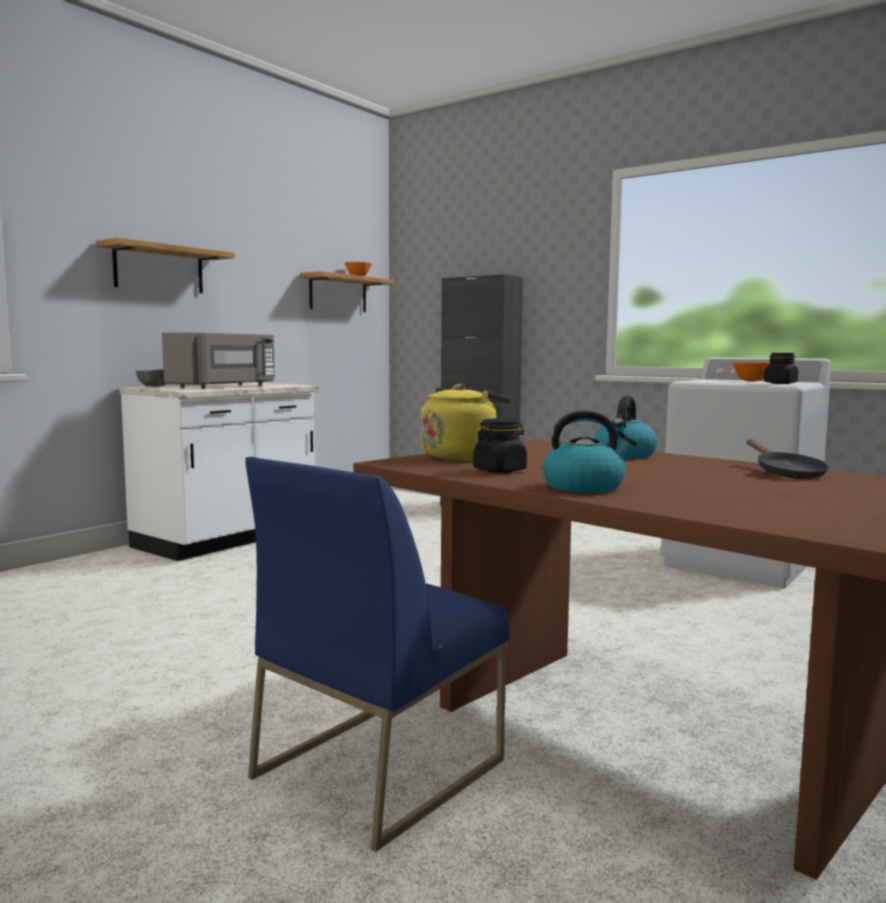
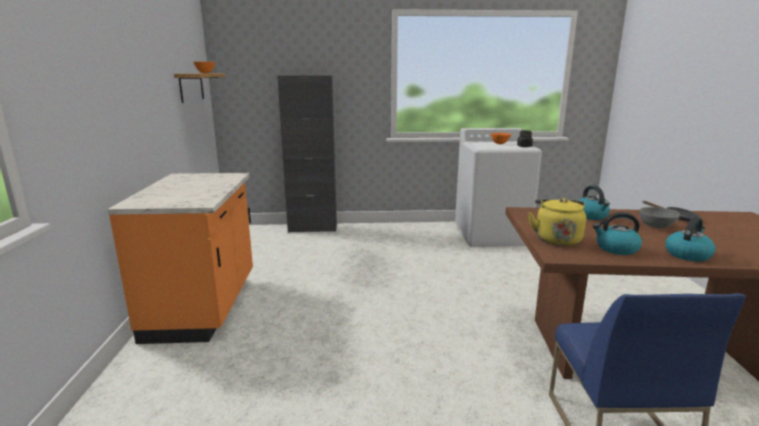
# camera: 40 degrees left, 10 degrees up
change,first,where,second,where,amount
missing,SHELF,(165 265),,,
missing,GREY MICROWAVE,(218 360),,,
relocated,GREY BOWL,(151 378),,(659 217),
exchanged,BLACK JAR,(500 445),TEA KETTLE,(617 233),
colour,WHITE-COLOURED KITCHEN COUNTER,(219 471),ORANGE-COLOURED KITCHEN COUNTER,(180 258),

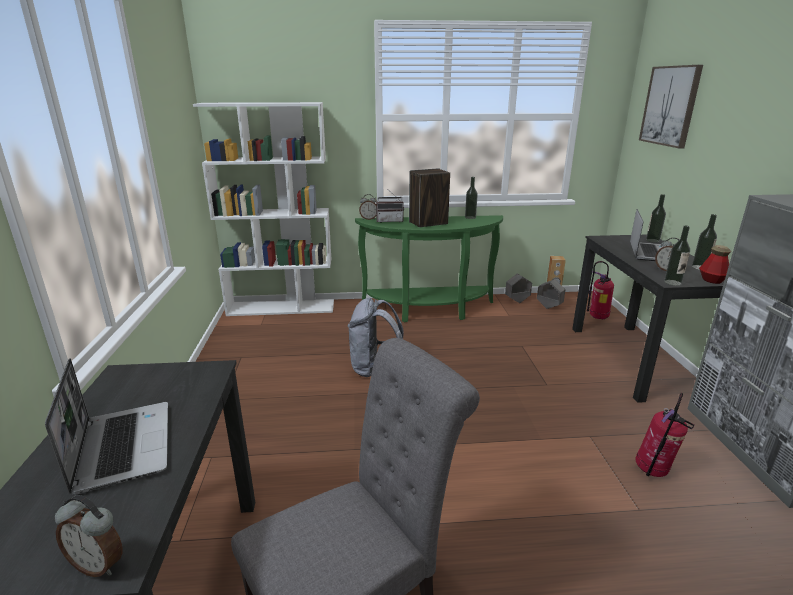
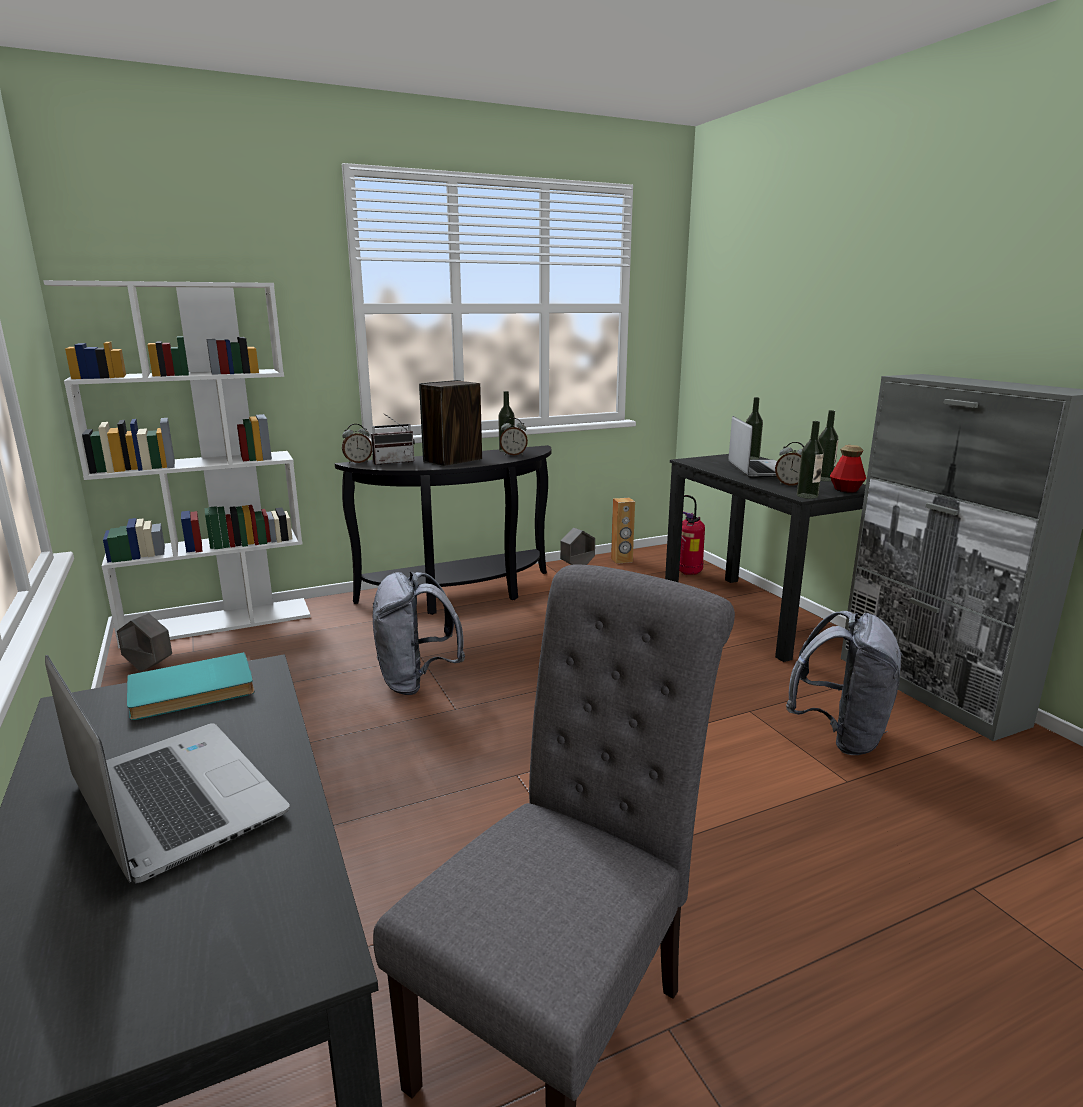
# camera: 20 degrees left, 5 degrees down
change,first,where,second,where,amount
missing,WALL PICTURE,(671 107),,,
appeared,,,BLUE-GREEN BOUND BOOK,(191 686),
relocated,BEDSIDE CLOCK,(89 536),,(514 436),
relocated,GREY PLANT POT,(551 294),,(144 642),
exchanged,FIRE EXTINGUISHER,(665 435),GREY BACKPACK,(844 683),
colour,GREEN HALL TABLE,(429 268),BLACK HALL TABLE,(443 530),

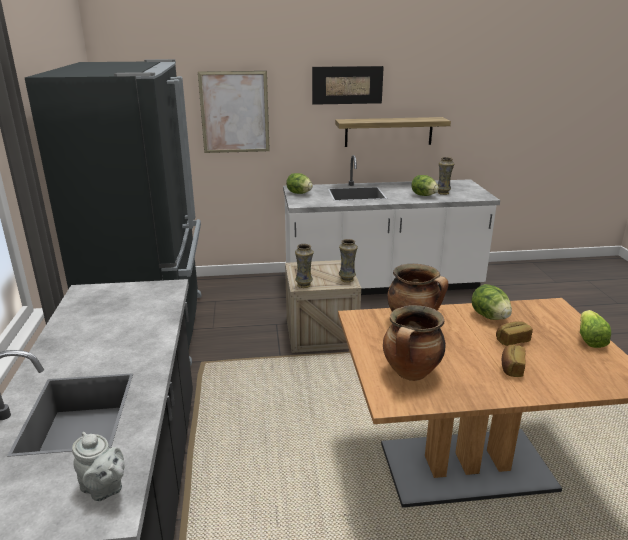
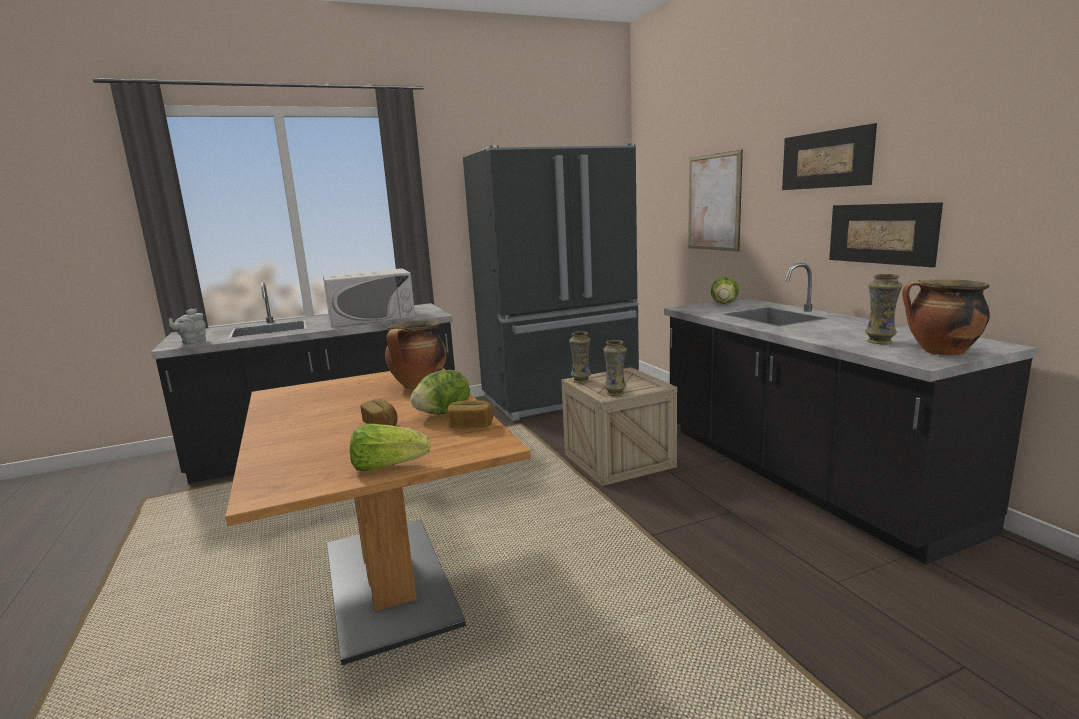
# camera: 75 degrees right, 10 degrees down
change,first,where,second,where,amount
missing,HEAD OF LETTUCE,(425 185),,,
appeared,,,WHITE-COLOURED MICROWAVE,(369 297),
relocated,SAUCEPOT,(414 343),,(946 317),
relocated,BAKED BREAD,(514 361),,(471 414),
exchanged,SHELF,(393 132),WALL PICTURE,(886 235),
colour,WHITE-COLOURED KITCHEN COUNTER,(391 225),BLACK KITCHEN COUNTER,(850 414),

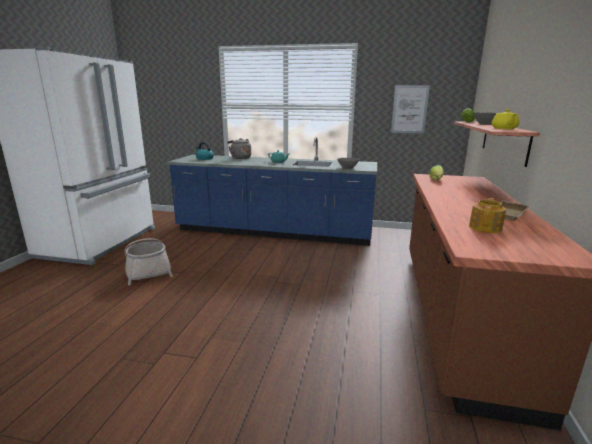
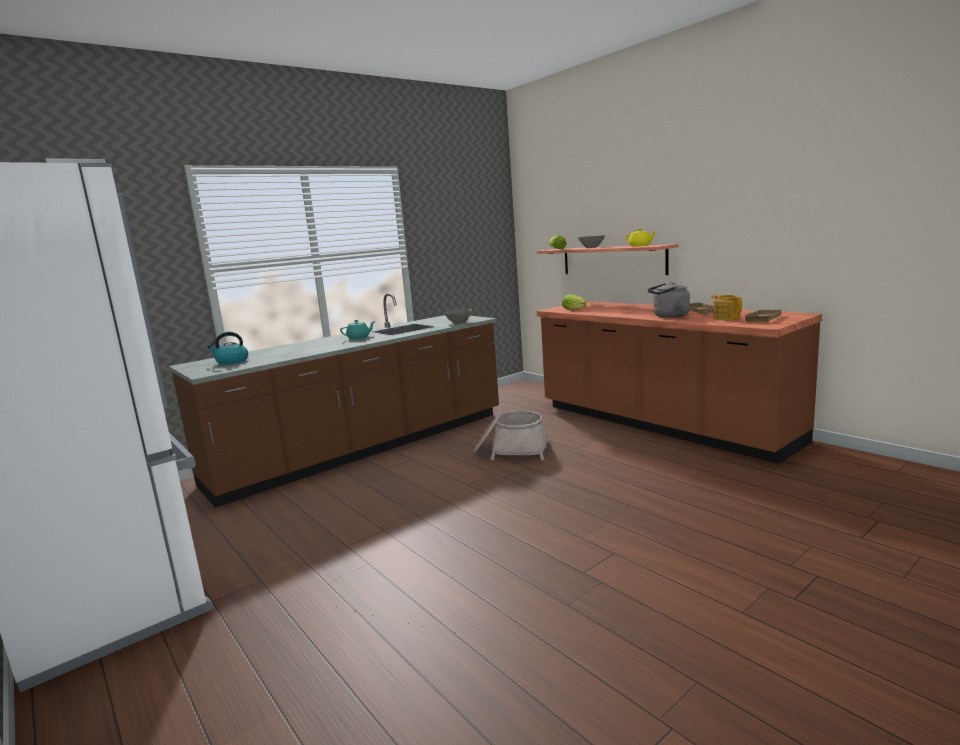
# camera: 50 degrees left, 5 degrees down
change,first,where,second,where,amount
missing,WALL PICTURE,(410 109),,,
appeared,,,BEIGE-COLOURED CARRYING TRAY,(763 316),
relocated,BASKET,(148 261),,(511 435),
relocated,GREY TEA KETTLE,(239 148),,(669 300),
colour,BLUE-COLOURED KITCHEN COUNTER,(272 191),BROWNISH KITCHEN COUNTER,(334 400),

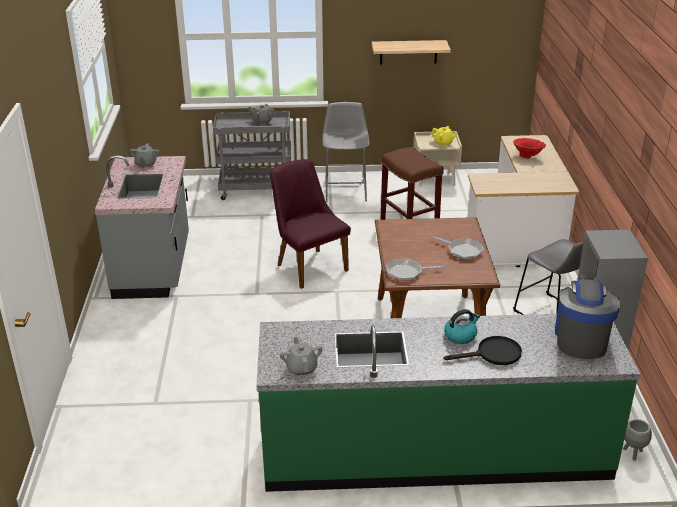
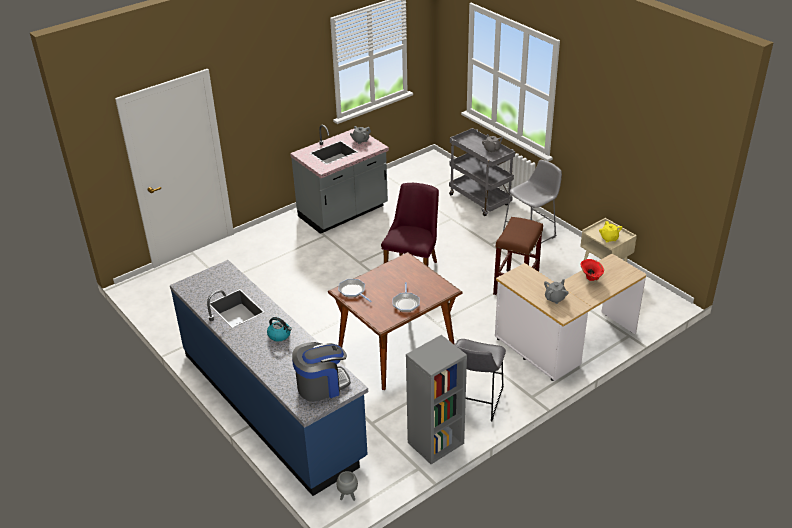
# camera: 55 degrees right, 5 degrees up
change,first,where,second,where,amount
missing,SHELF,(411 52),,,
missing,BLACK SKILLET,(483 350),,,
relocated,GREY TEAPOT,(301 356),,(556 291),
colour,GREEN KITCHEN COUNTER,(448 403),BLUE-COLOURED KITCHEN COUNTER,(269 378),

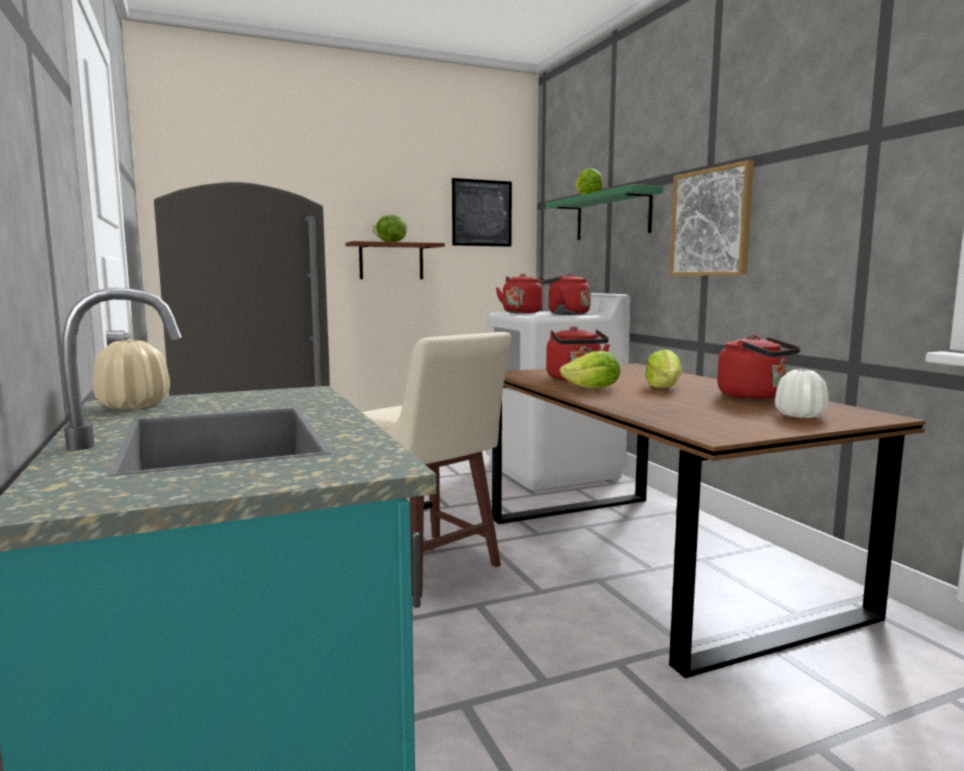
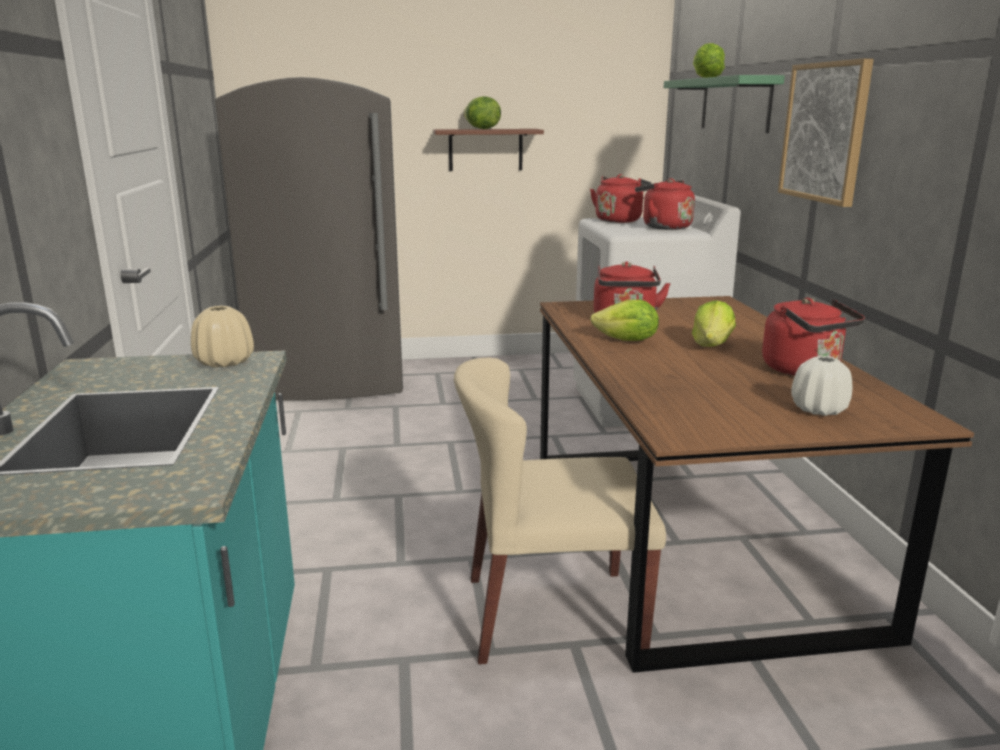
# camera: 15 degrees right, 10 degrees up
change,first,where,second,where,amount
missing,BEIGE-COLOURED STOOL,(436 464),,,
missing,WALL PICTURE,(482 212),,,
appeared,,,BEIGE-COLOURED UPRIGHT CHAIR,(560 510),
relocated,BEIGE-COLOURED FLOWER VASE,(131 374),,(222 336),

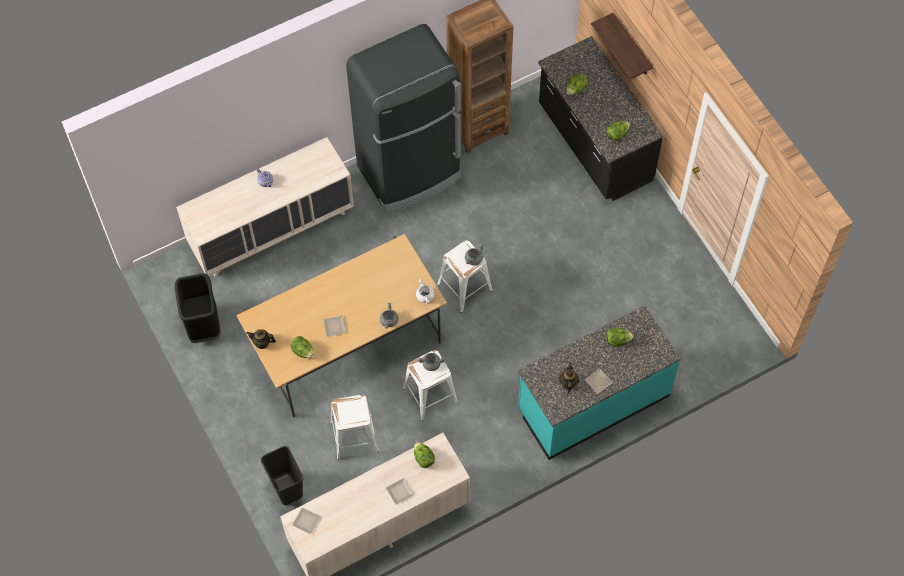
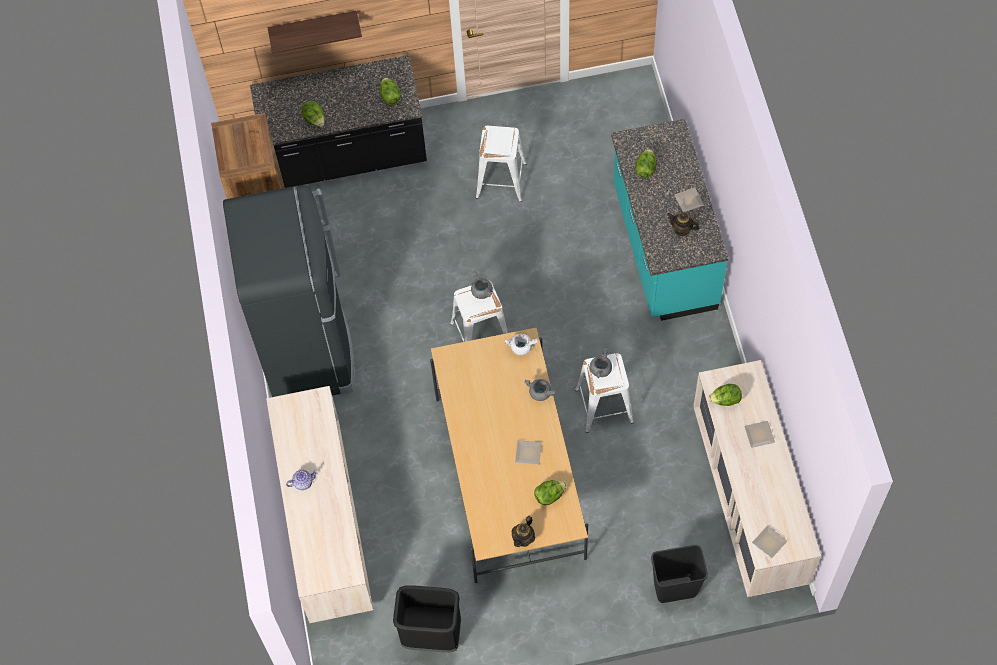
# camera: 70 degrees left, 0 degrees up
change,first,where,second,where,amount
relocated,WHITE-COLOURED STOOL,(355 427),,(501 164),

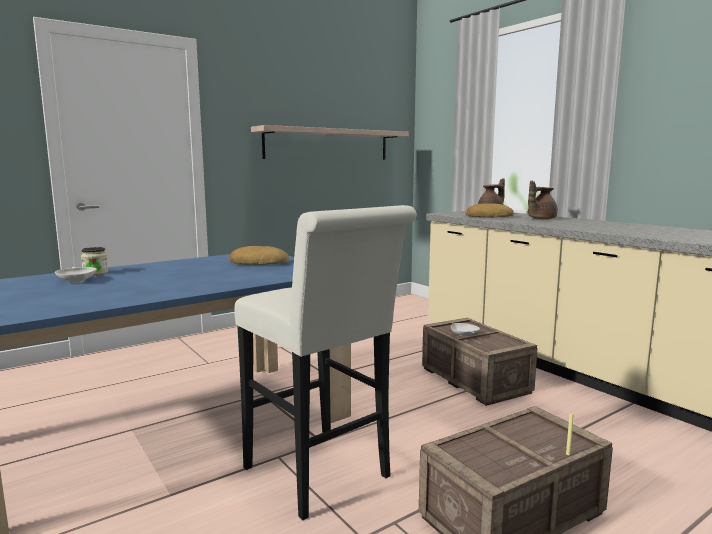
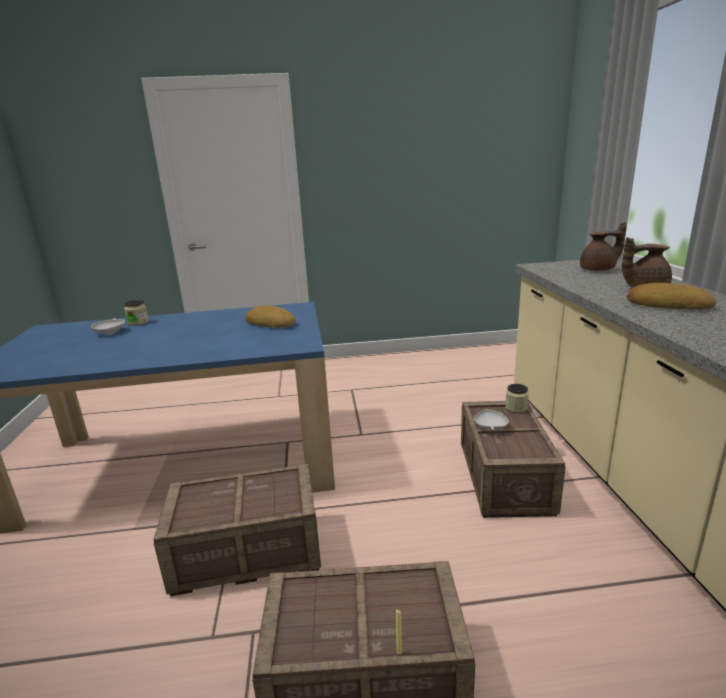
# camera: 30 degrees right, 10 degrees up
change,first,where,second,where,amount
missing,SHELF,(330 142),,,
appeared,,,JAR,(517 398),
relocated,BAKED BREAD,(489 211),,(671 296),
exchanged,WHITE-COLOURED STOOL,(325 362),CRATE,(237 530),

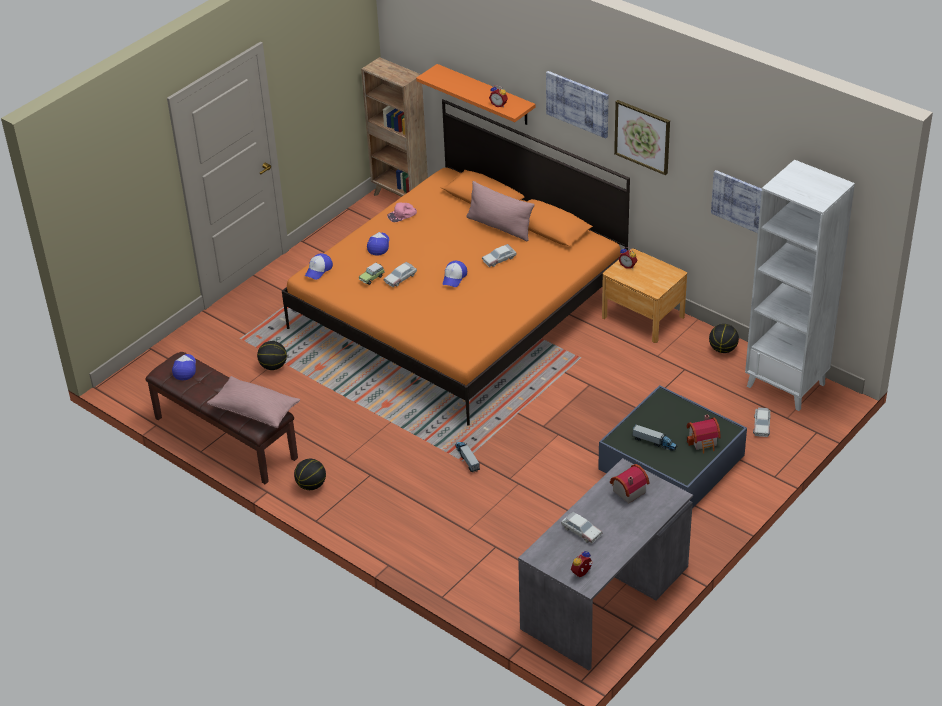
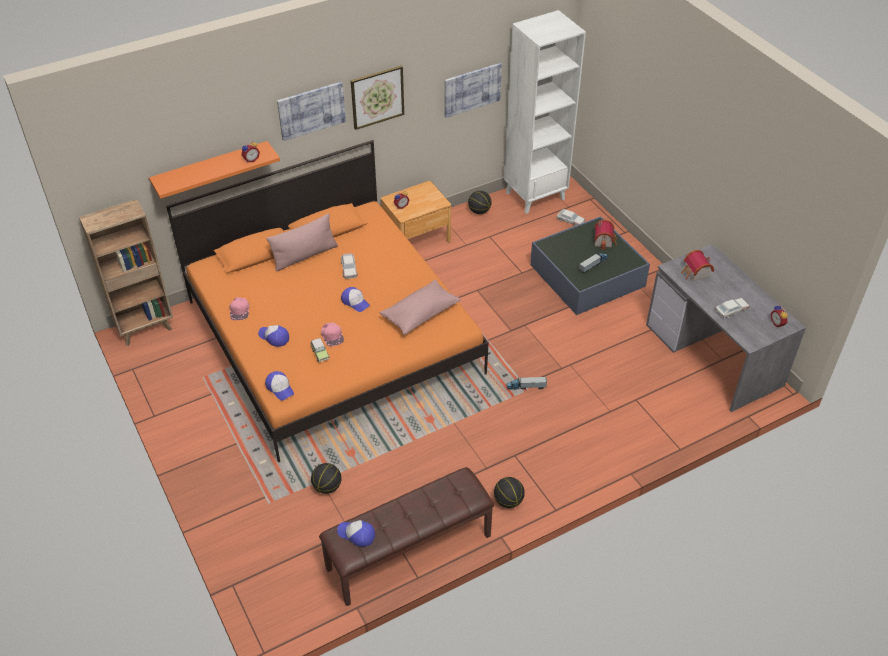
# camera: 70 degrees left, 5 degrees up
change,first,where,second,where,amount
relocated,PINKISH PILLOW,(253 402),,(420 307),
exchanged,MODEL CAR,(400 274),PINKISH CAP,(332 334),

